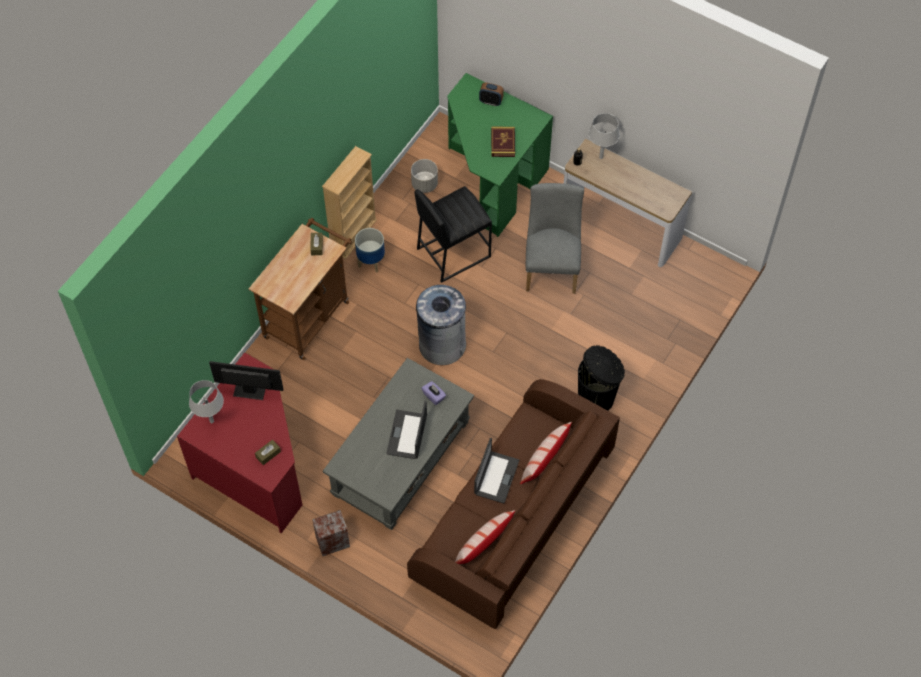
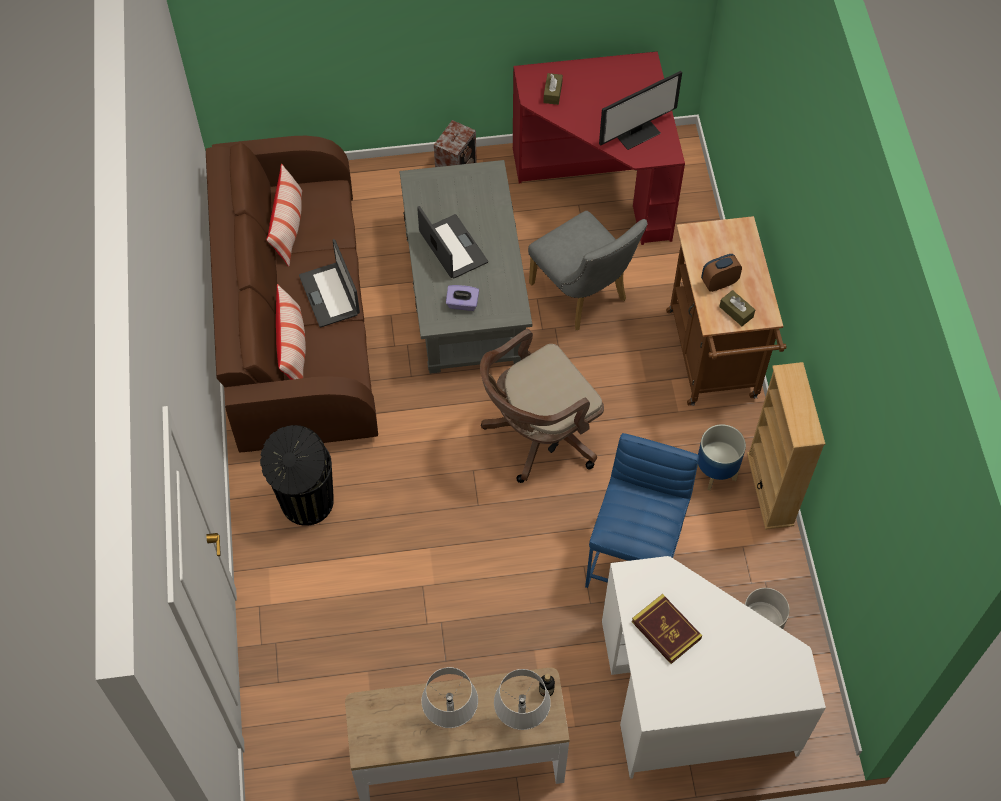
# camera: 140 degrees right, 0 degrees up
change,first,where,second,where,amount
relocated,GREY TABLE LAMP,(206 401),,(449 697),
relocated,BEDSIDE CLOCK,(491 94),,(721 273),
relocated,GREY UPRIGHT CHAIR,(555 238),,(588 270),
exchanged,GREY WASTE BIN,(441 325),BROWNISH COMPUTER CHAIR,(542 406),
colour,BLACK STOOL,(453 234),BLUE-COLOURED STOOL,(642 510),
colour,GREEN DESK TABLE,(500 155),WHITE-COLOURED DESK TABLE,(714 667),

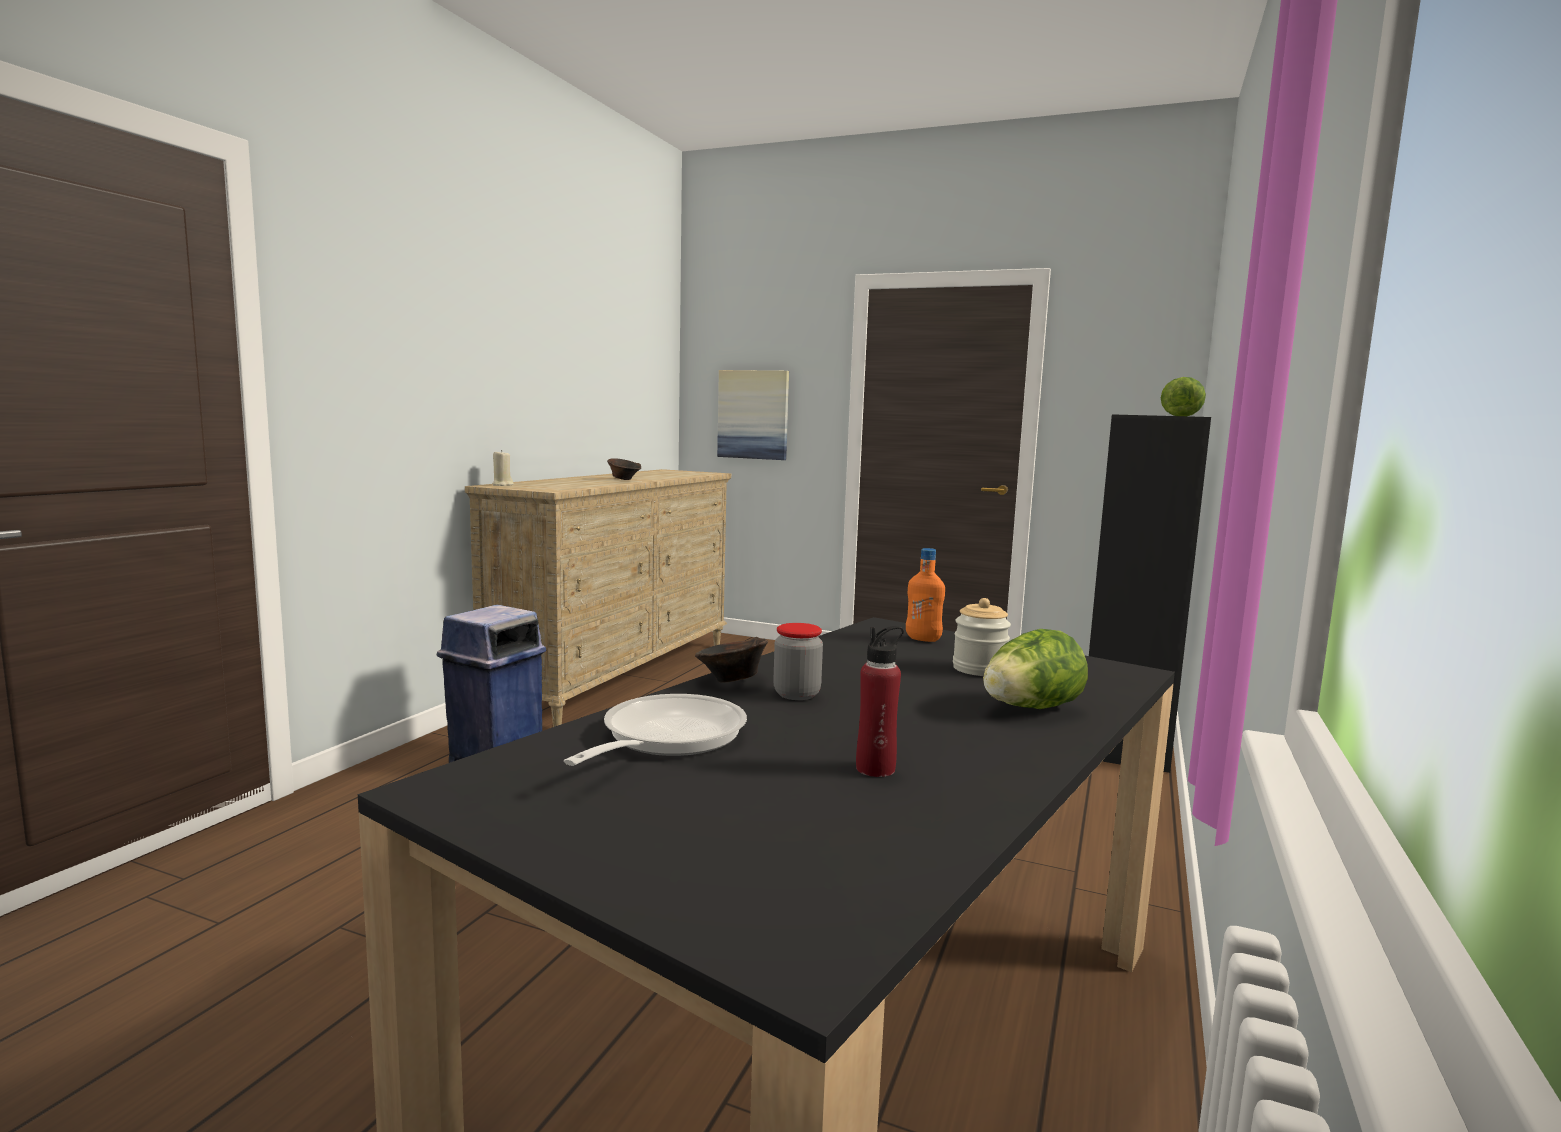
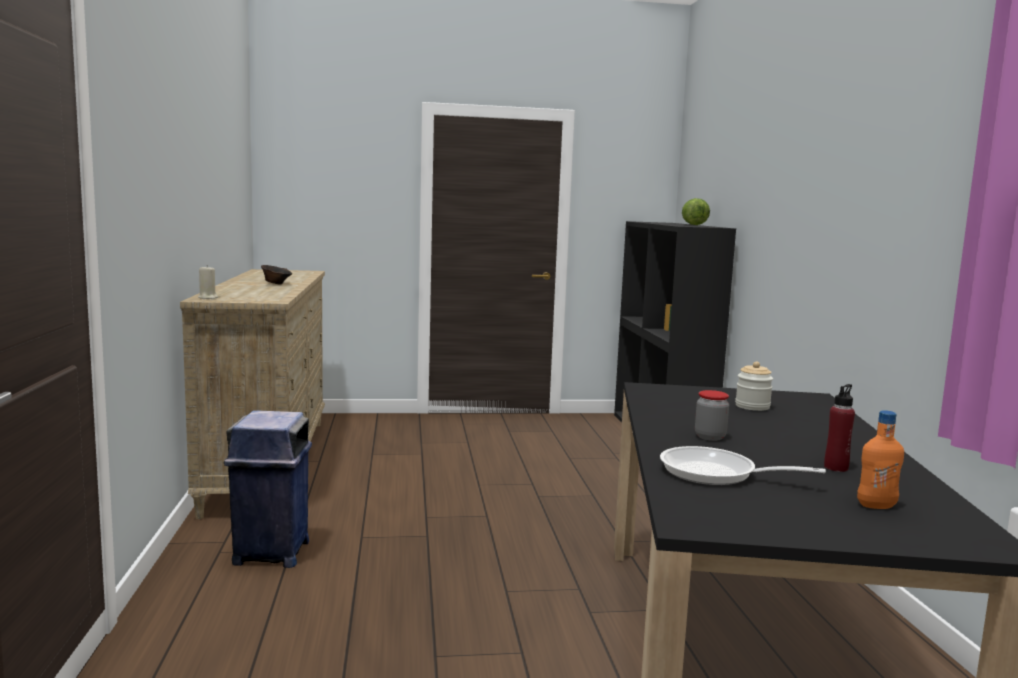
# camera: 30 degrees left, 0 degrees up
change,first,where,second,where,amount
missing,BROWNISH BOWL,(731 660),,,
missing,WALL PICTURE,(753 415),,,
missing,HEAD OF LETTUCE,(1035 669),,,
relocated,ORANGE-COLOURED BEVERAGE BOTTLE,(925 595),,(880 459),
spun,SKILLET,(655 730),,(743 465),60 degrees counterclockwise

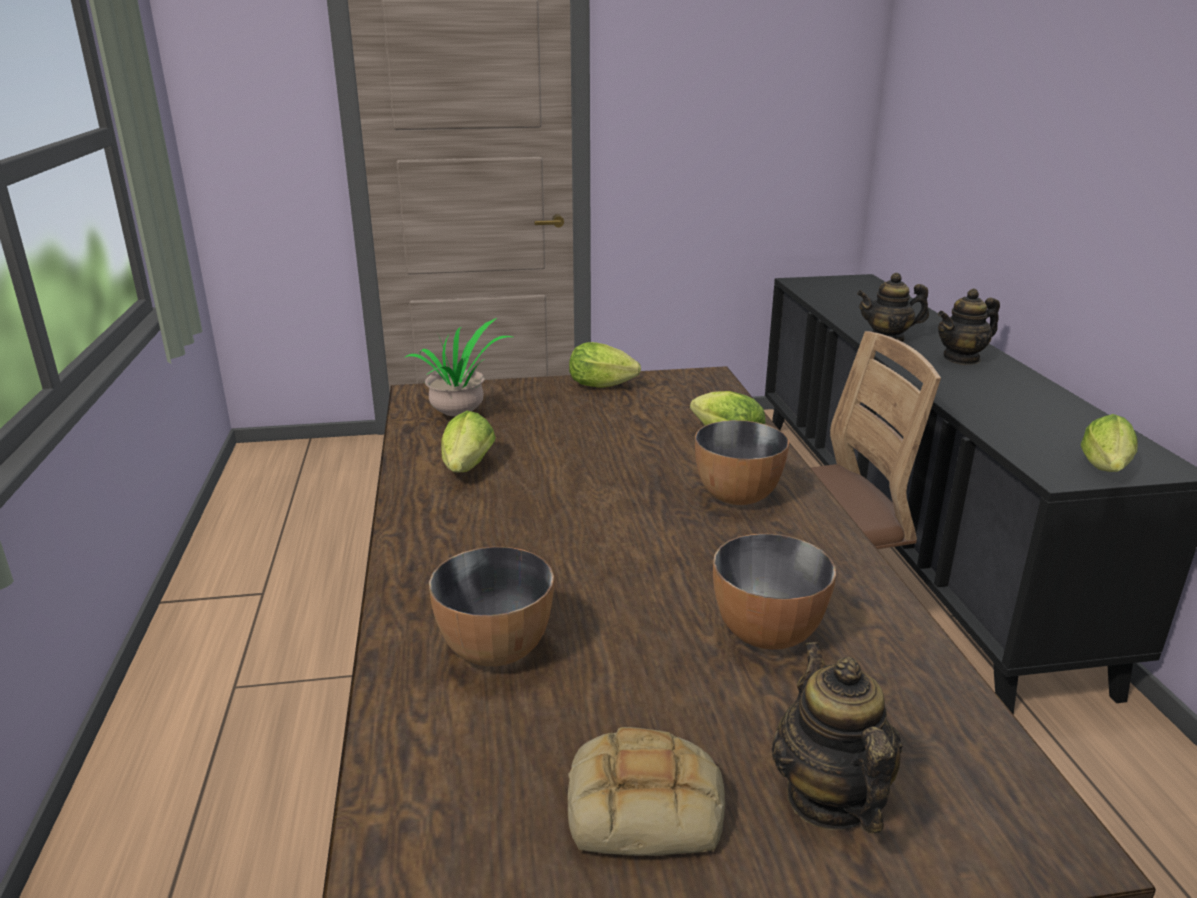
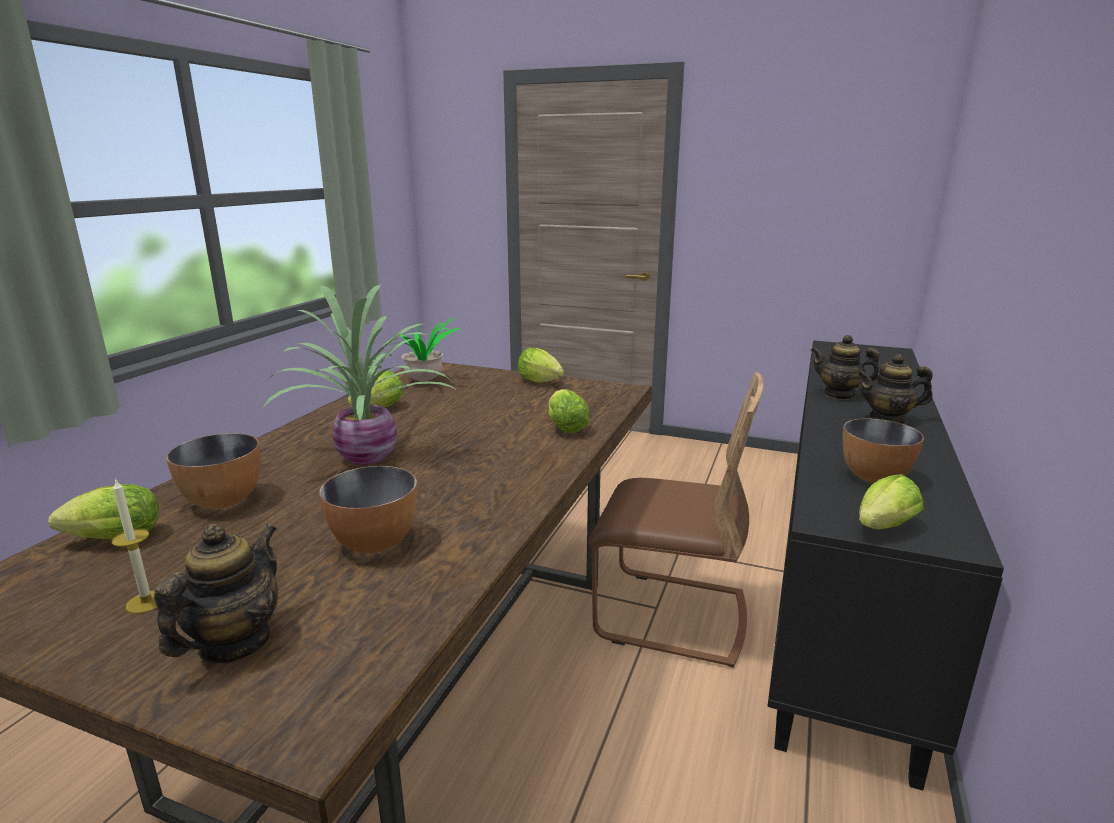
# camera: 30 degrees right, 5 degrees down
change,first,where,second,where,amount
appeared,,,HEAD OF LETTUCE,(103 511),
appeared,,,HOUSEPLANT,(360 374),
relocated,BOWL,(742 462),,(883 450),
exchanged,BAKED BREAD,(646 791),WAX LIGHT,(135 546),

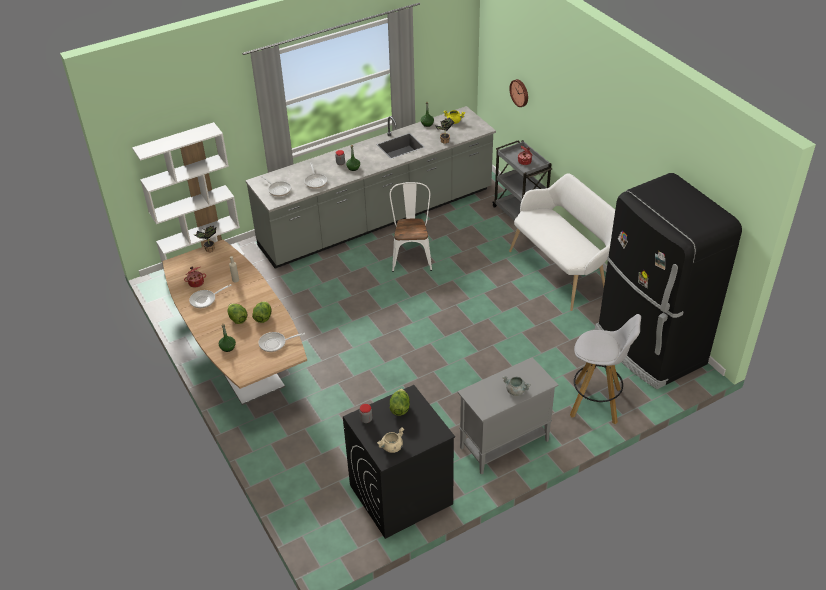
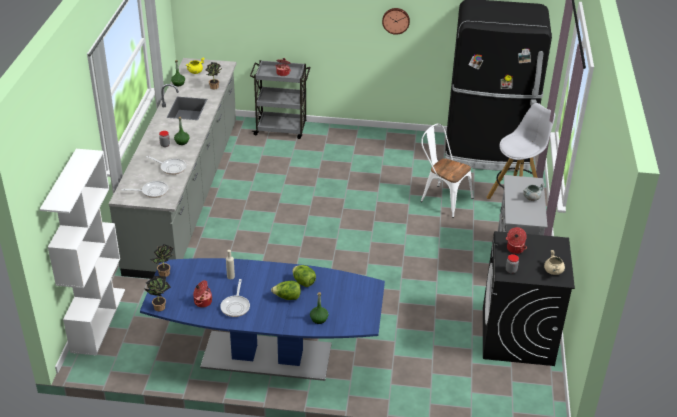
# camera: 55 degrees left, 5 degrees down
change,first,where,second,where,amount
missing,SKILLET,(281 342),,,
missing,WHITE-COLOURED LONG SEAT,(562 242),,,
appeared,,,HOUSEPLANT,(158 293),
relocated,WHITE-COLOURED UPRIGHT CHAIR,(411 227),,(447 171),
relocated,CLOCK ON THE WALL,(518 93),,(396 21),
exchanged,HEAD OF LETTUCE,(400 402),SAUCEPOT,(516 240),
colour,BROWNISH DINING TABLE,(235 322),BLUE-COLOURED DINING TABLE,(262 319),

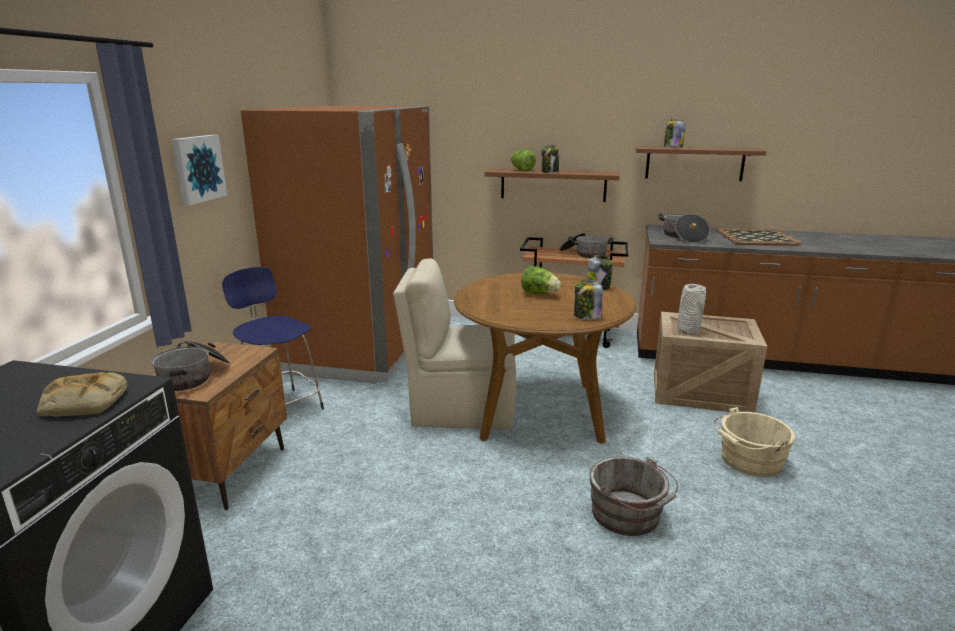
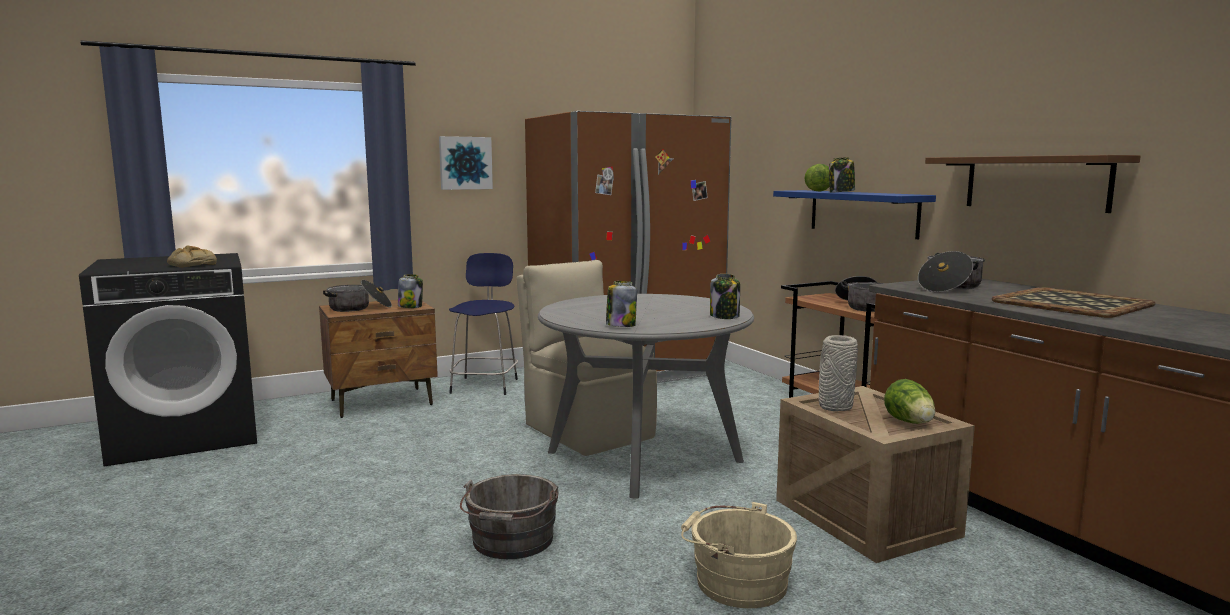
# camera: 50 degrees right, 10 degrees down
change,first,where,second,where,amount
relocated,HEAD OF LETTUCE,(541 280),,(909 401),
relocated,JAR,(675 133),,(410 291),
colour,BROWNISH DINING TABLE,(545 358),GREY DINING TABLE,(646 396),
colour,BROWNISH SHELF,(552 185),BLUE-COLOURED SHELF,(854 214),

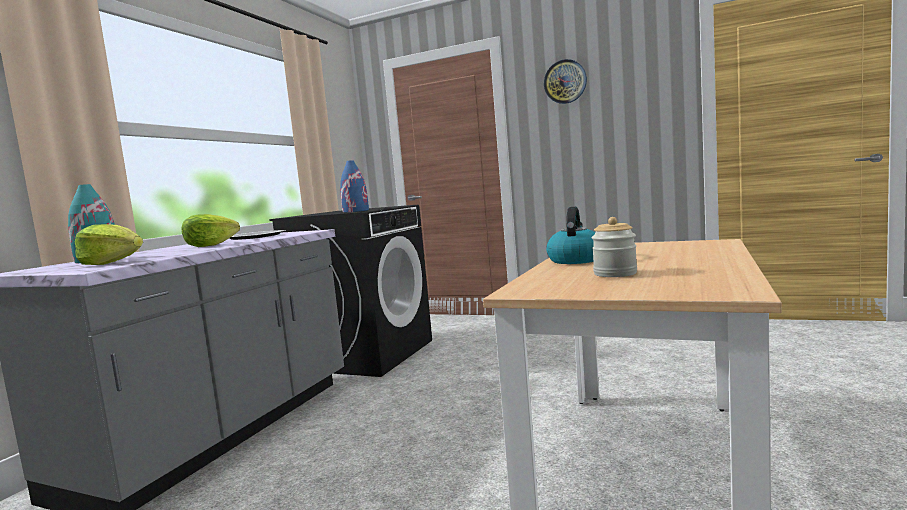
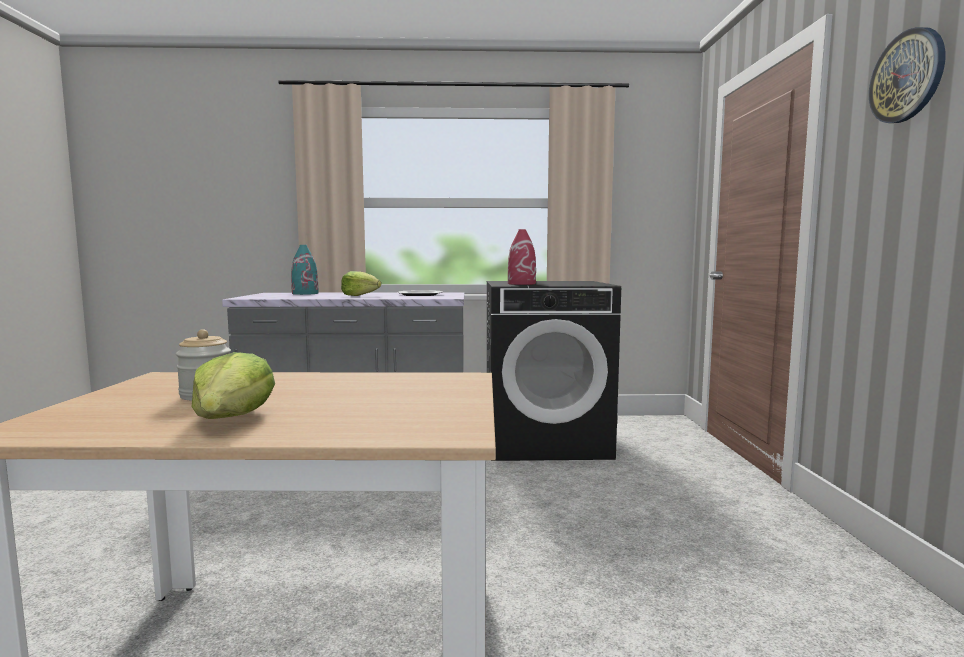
# camera: 65 degrees right, 0 degrees up
change,first,where,second,where,amount
missing,TEA KETTLE,(570 235),,,
relocated,HEAD OF LETTUCE,(109 244),,(233 385),
colour,BLUE-COLOURED FLOWER VASE,(354 186),RED-COLOURED FLOWER VASE,(522 257),

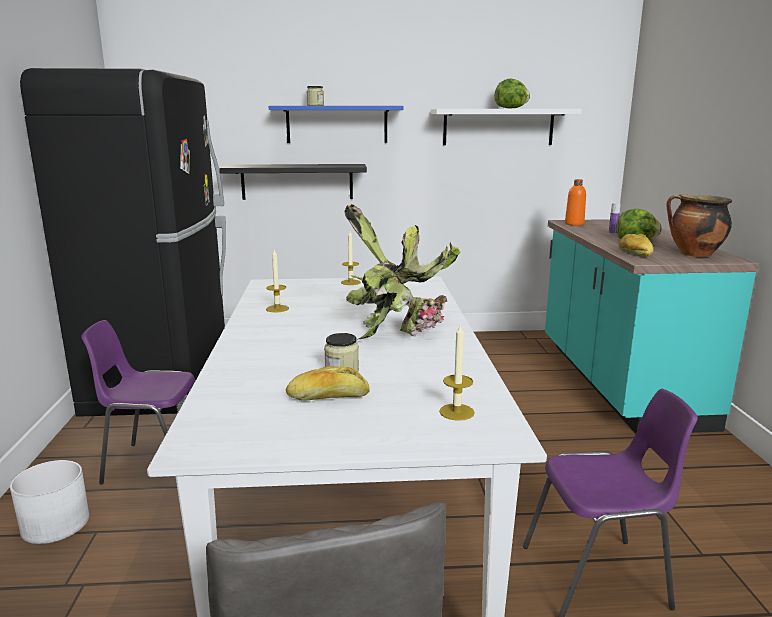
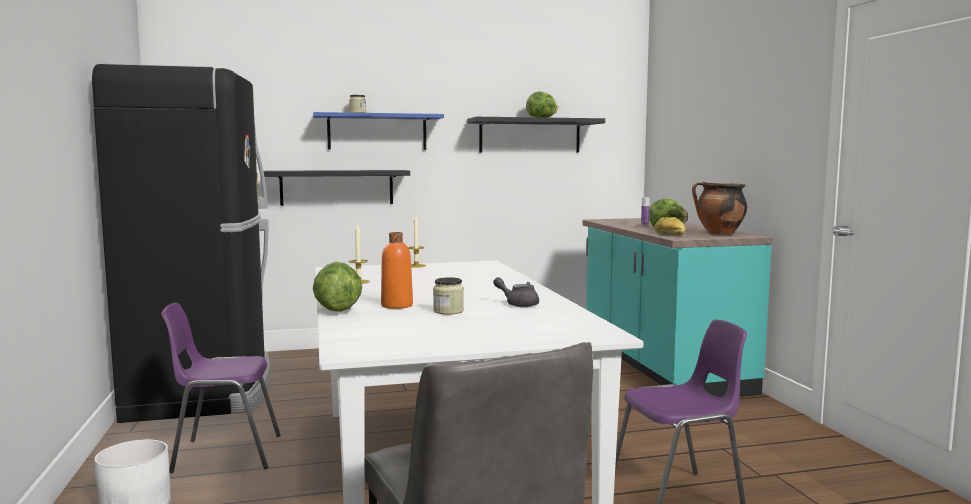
# camera: 10 degrees left, 10 degrees down
change,first,where,second,where,amount
missing,BAKED BREAD,(328 383),,,
missing,HOUSEPLANT,(402 272),,,
missing,WAX LIGHT,(457 372),,,
appeared,,,HEAD OF LETTUCE,(337 287),
appeared,,,GREY TEAPOT,(516 292),
relocated,ORANGE-COLOURED BEVERAGE BOTTLE,(575 202),,(397 270),
colour,WHITE-COLOURED SHELF,(506 127),BLACK SHELF,(536 135),

